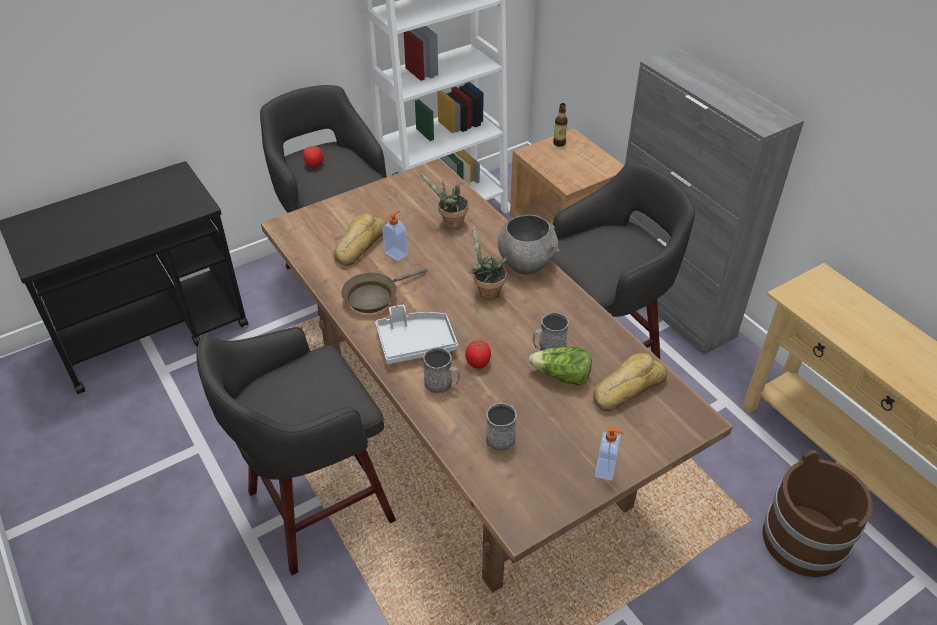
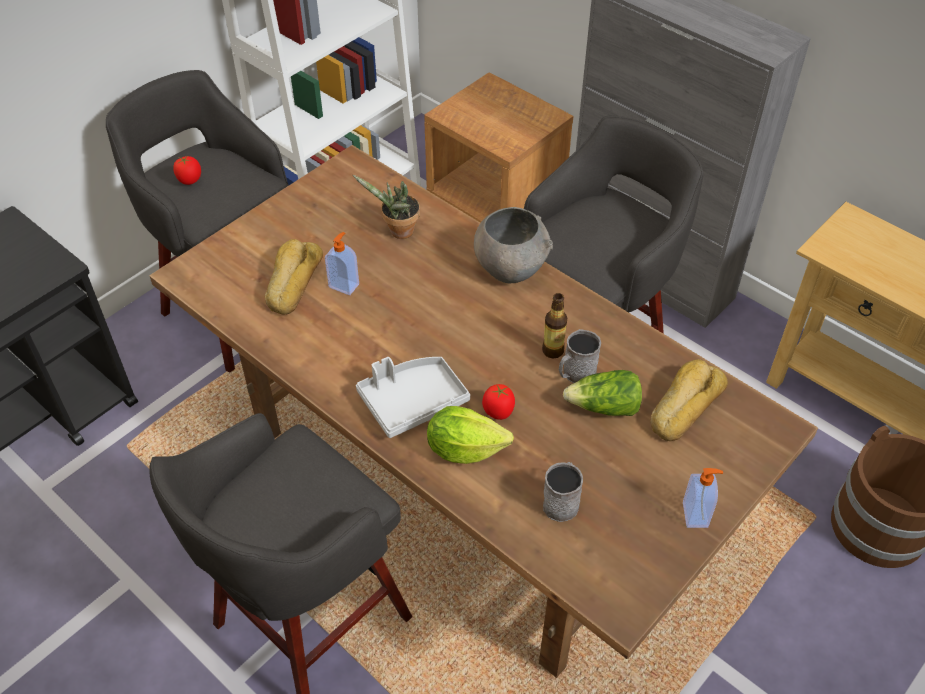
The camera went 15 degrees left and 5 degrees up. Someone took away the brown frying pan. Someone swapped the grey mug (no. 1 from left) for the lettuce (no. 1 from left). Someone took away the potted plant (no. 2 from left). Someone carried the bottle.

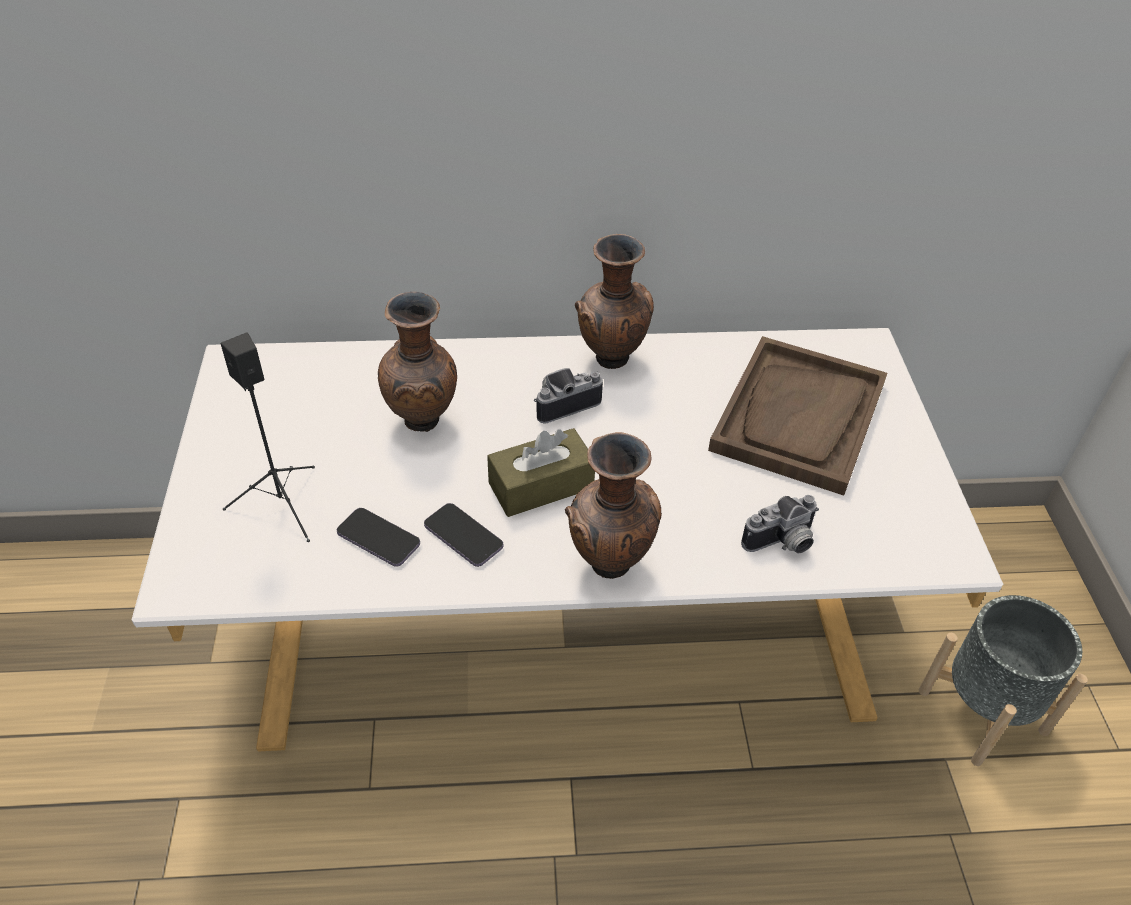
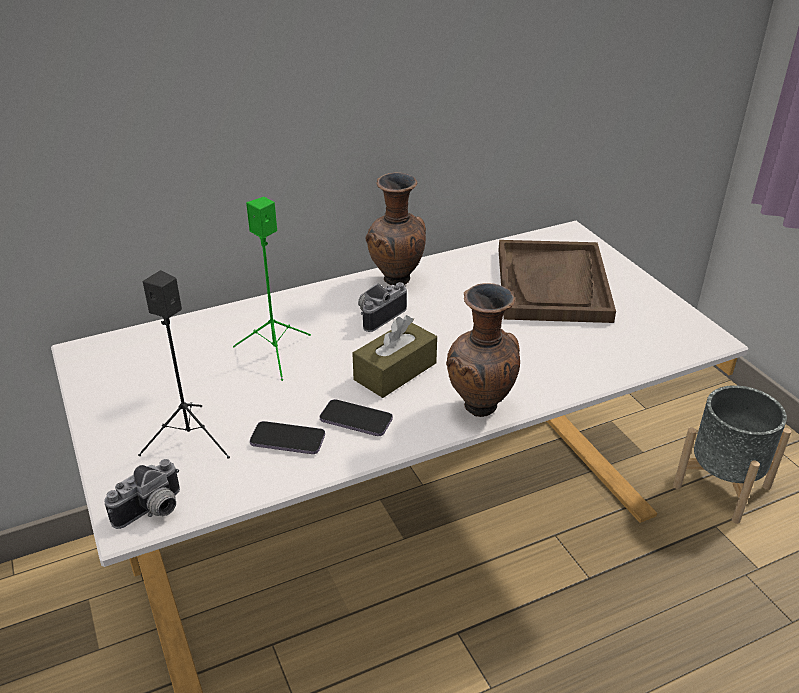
The camera went 20 degrees left and 10 degrees down. Someone swapped the brown vase (no. 1 from left) for the green speaker. Someone carried the photo camera (no. 2 from left in the first image).

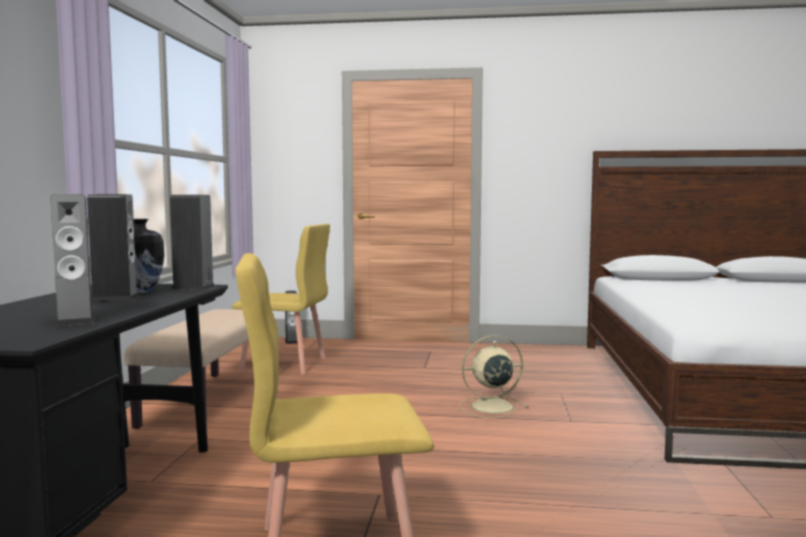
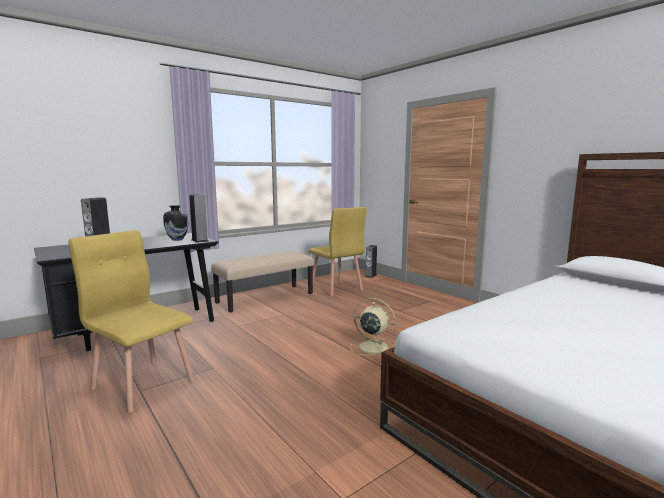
The camera went 45 degrees right and 5 degrees up. Someone took away the speaker (no. 2 from left).

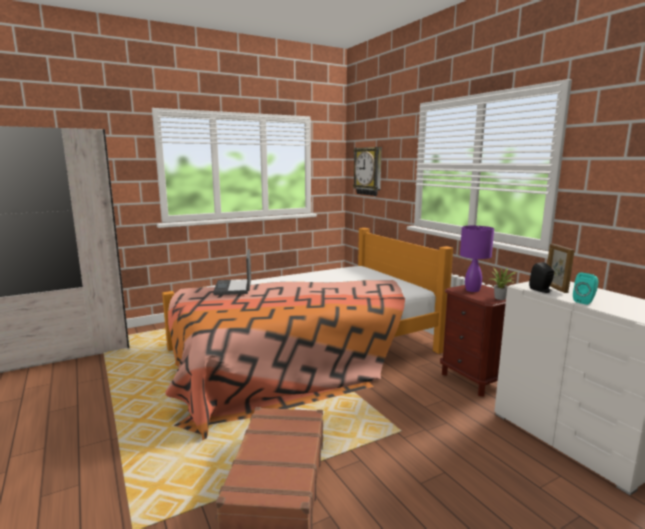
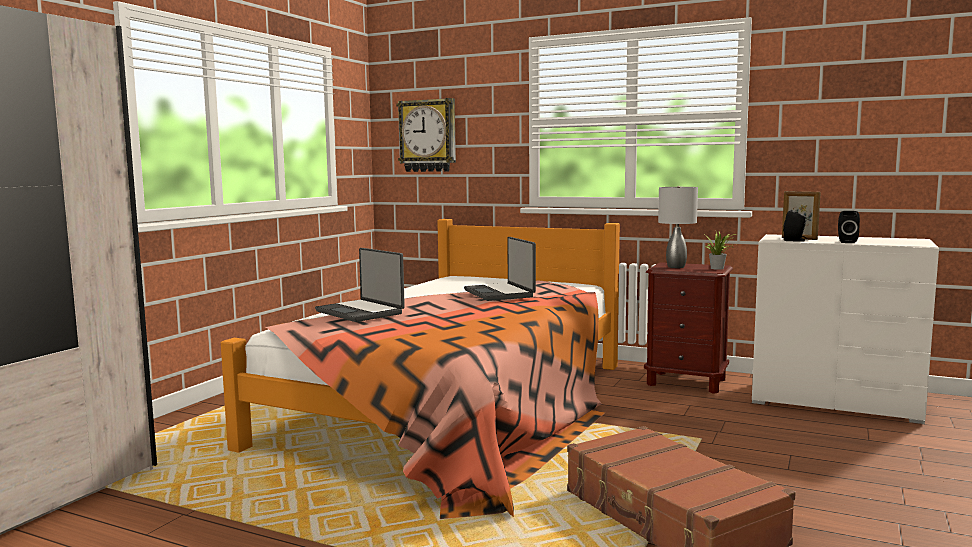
The camera went 35 degrees left and 5 degrees down. Someone repainted the purple table lamp, which became the grey table lamp. Someone repainted the turquoise speaker, which became the black speaker (no. 2 from left). Someone put down the laptop (no. 2 from left).

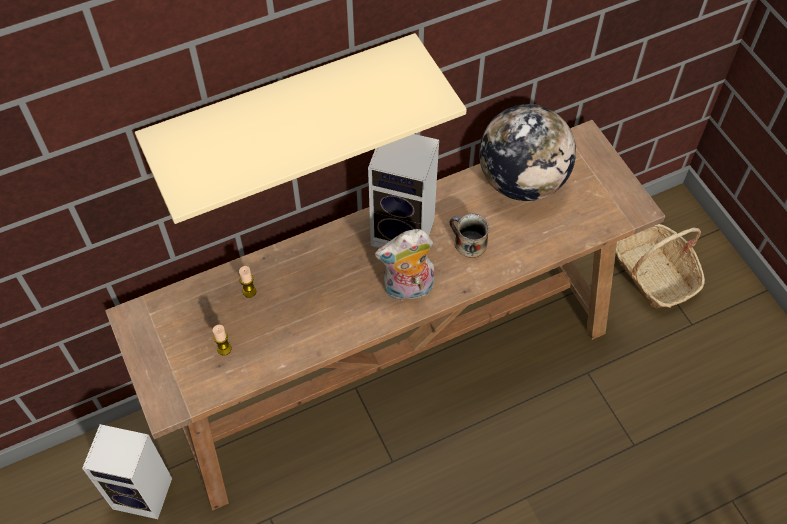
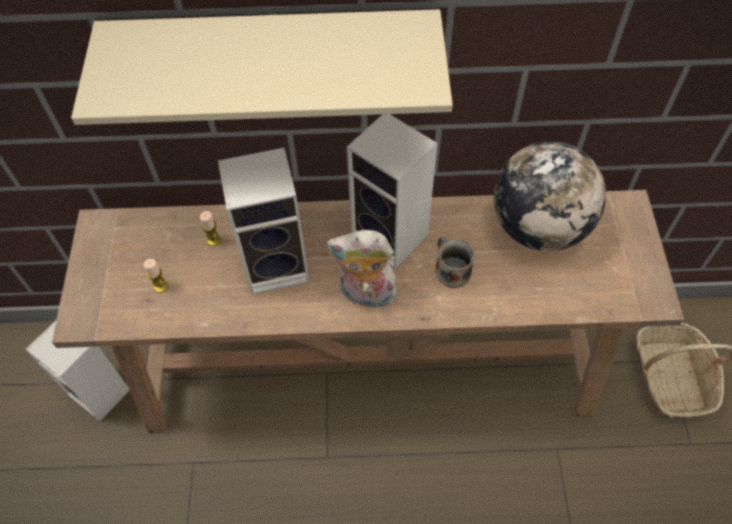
The camera went 25 degrees right and 0 degrees up. Someone put down the speaker (no. 2 from left).

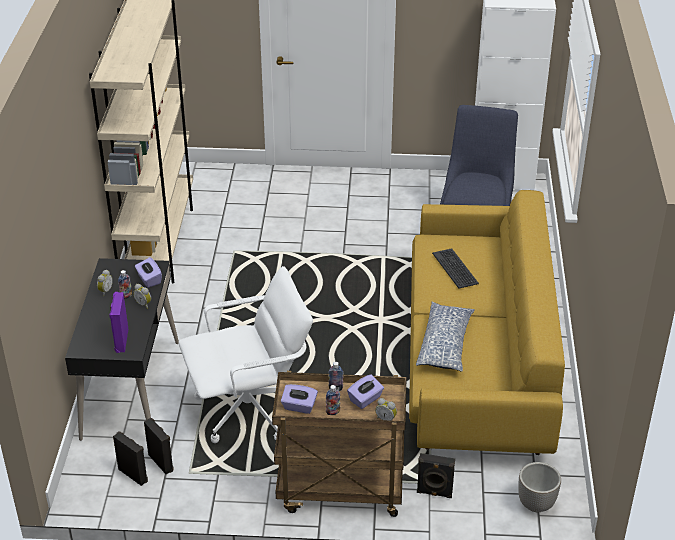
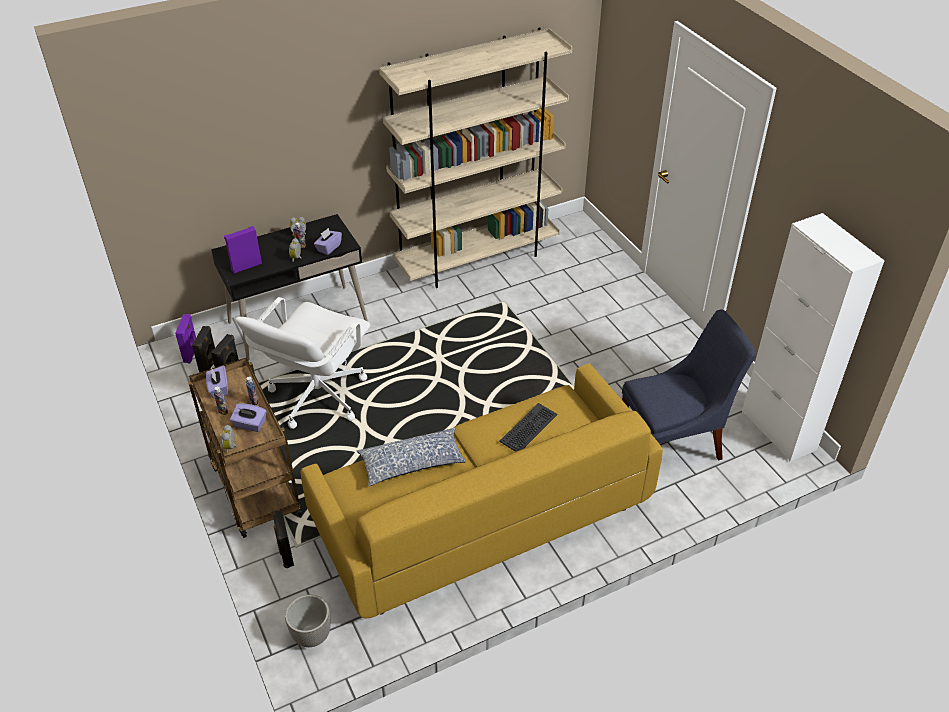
The camera went 60 degrees right and 5 degrees up. Someone rotated the white office chair by 75 degrees clockwise. Someone put down the purple speaker (no. 1 from left).

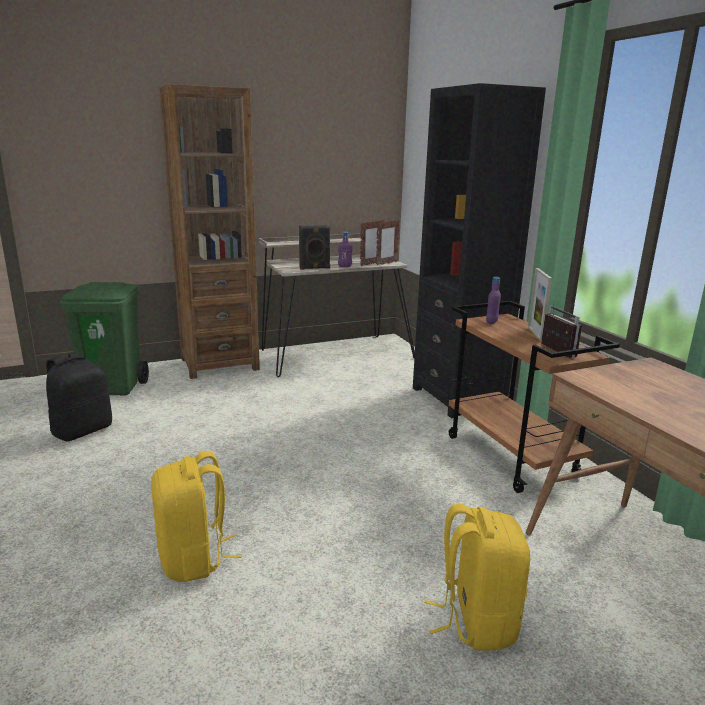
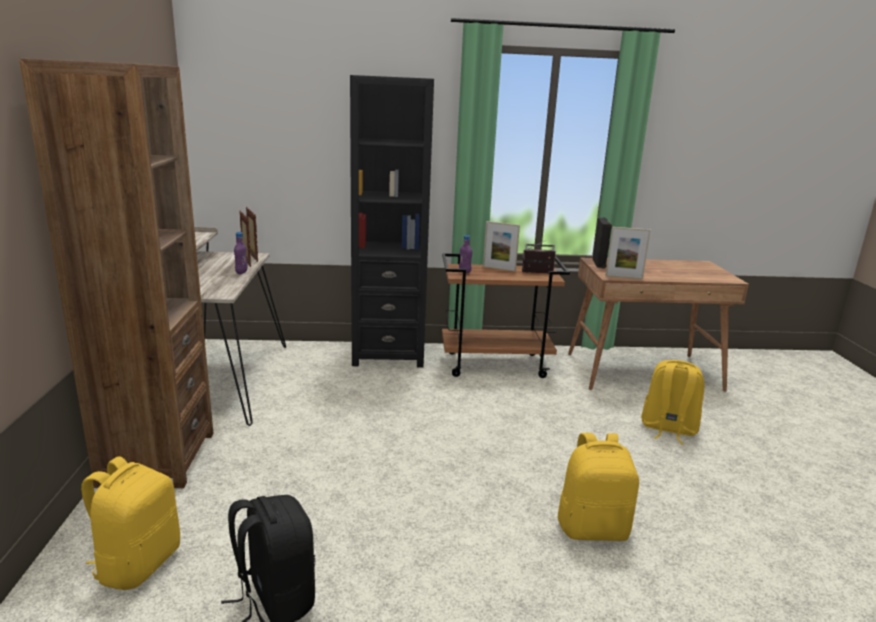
The camera went 70 degrees left and 0 degrees up. Someone swapped the green trash can for the yellow backpack (no. 1 from left). Someone carried the black speaker. Someone put down the picture frame (no. 4 from left).

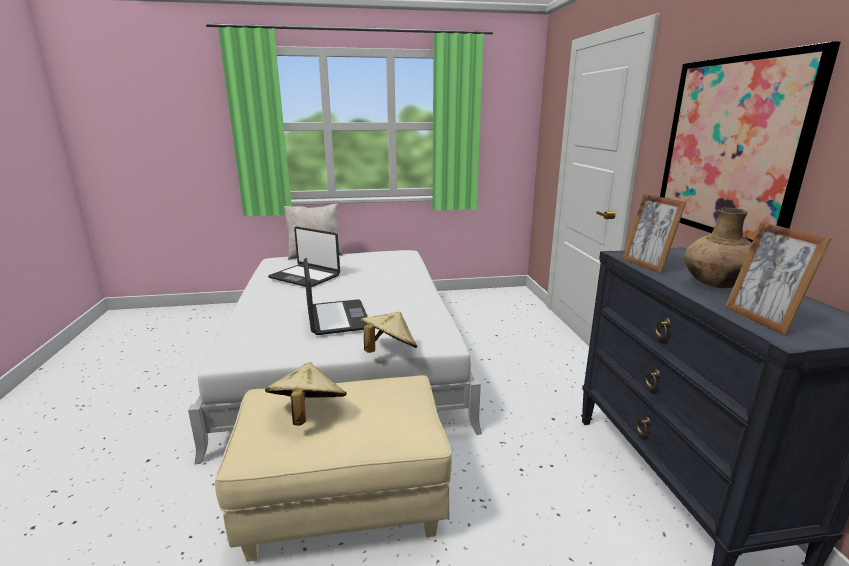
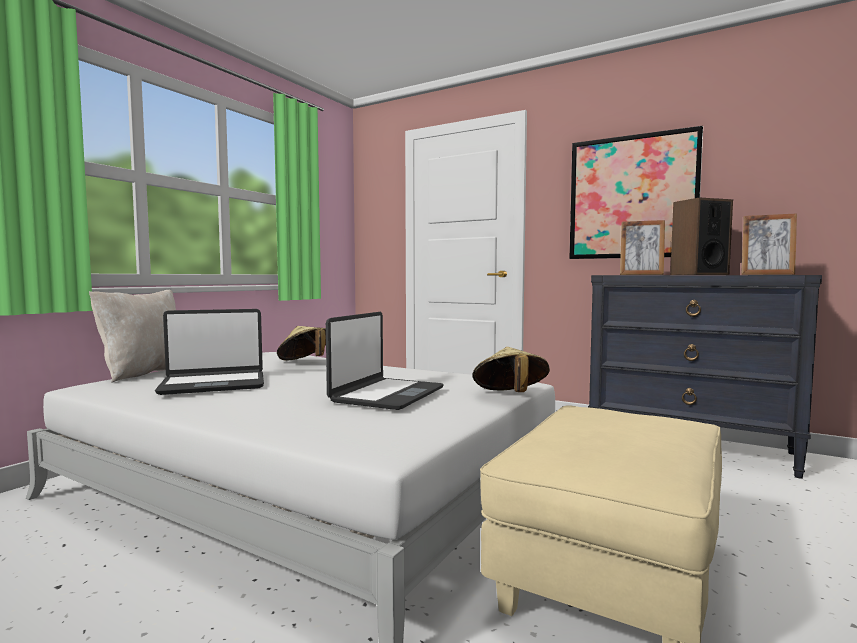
The camera went 50 degrees left and 15 degrees down. Someone carried the beige hat (no. 1 from left). Someone rotated the laptop (no. 2 from left) by 90 degrees clockwise. Someone swapped the brown vase for the speaker.

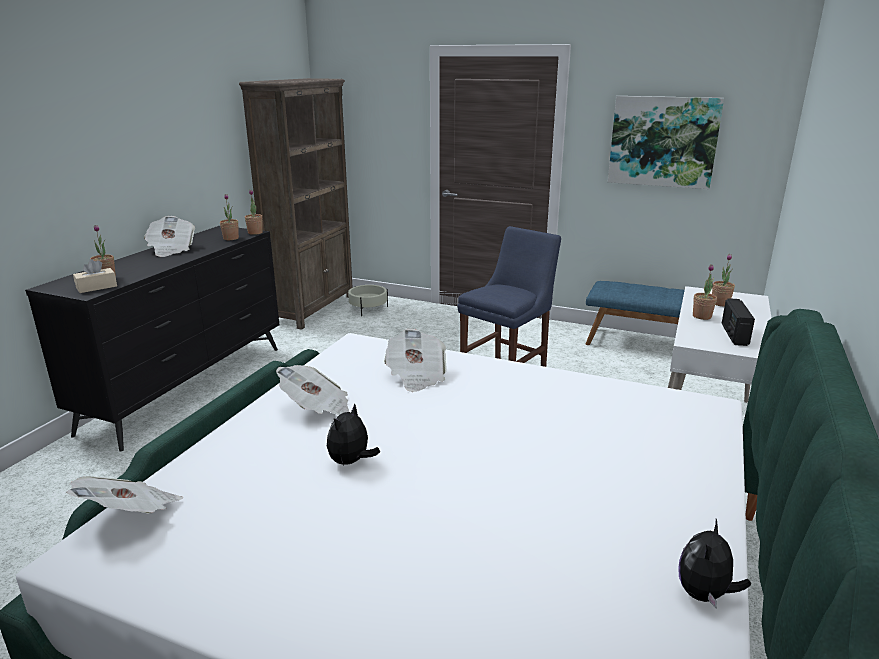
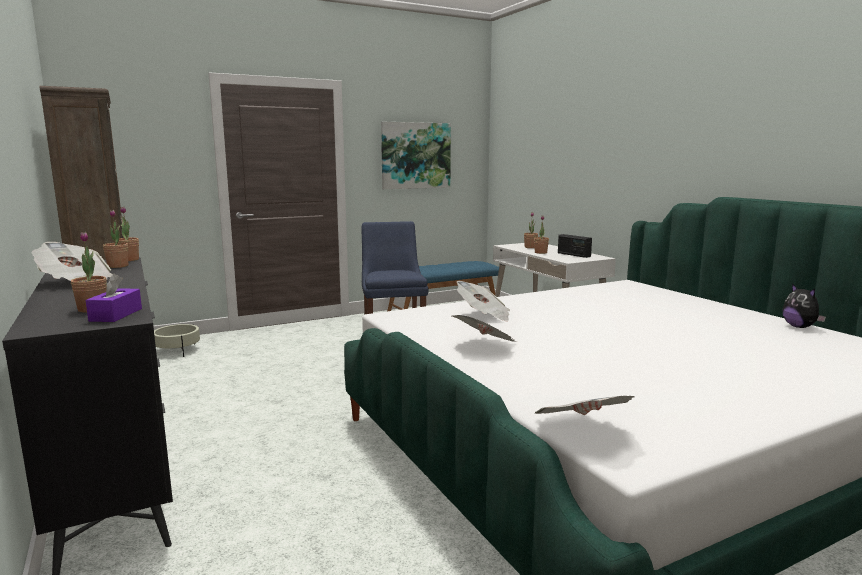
The camera went 50 degrees left and 10 degrees down. Someone repainted the beige tissue box, which became the purple tissue box. Someone took away the plush toy (no. 1 from left).

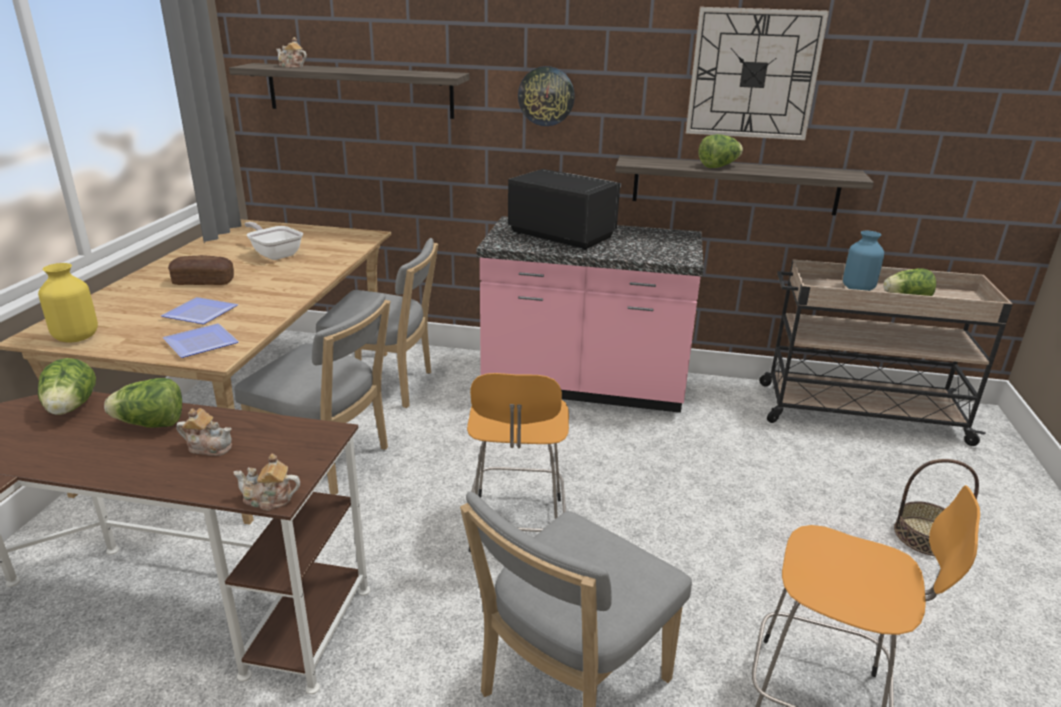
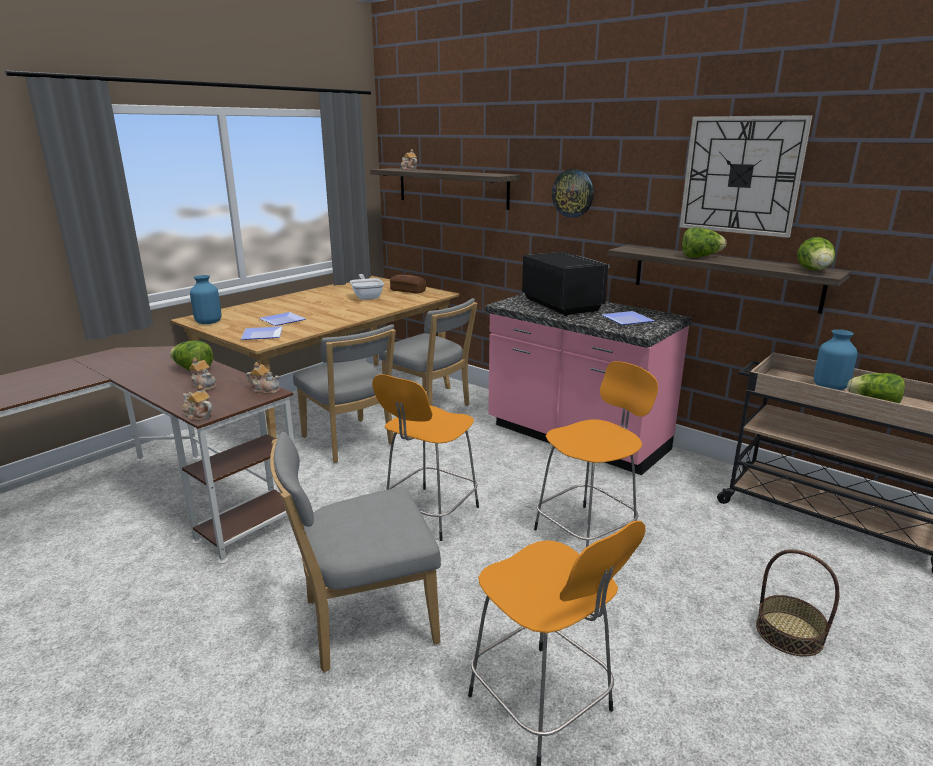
The camera went 30 degrees right and 5 degrees down. Someone repainted the yellow vase, which became the blue vase (no. 1 from left). Someone carried the lettuce (no. 1 from left in the first image). Someone carried the bread. Someone put down the teapot (no. 3 from left). Someone put down the orange stool (no. 3 from left). Someone put down the plate (no. 3 from left).

